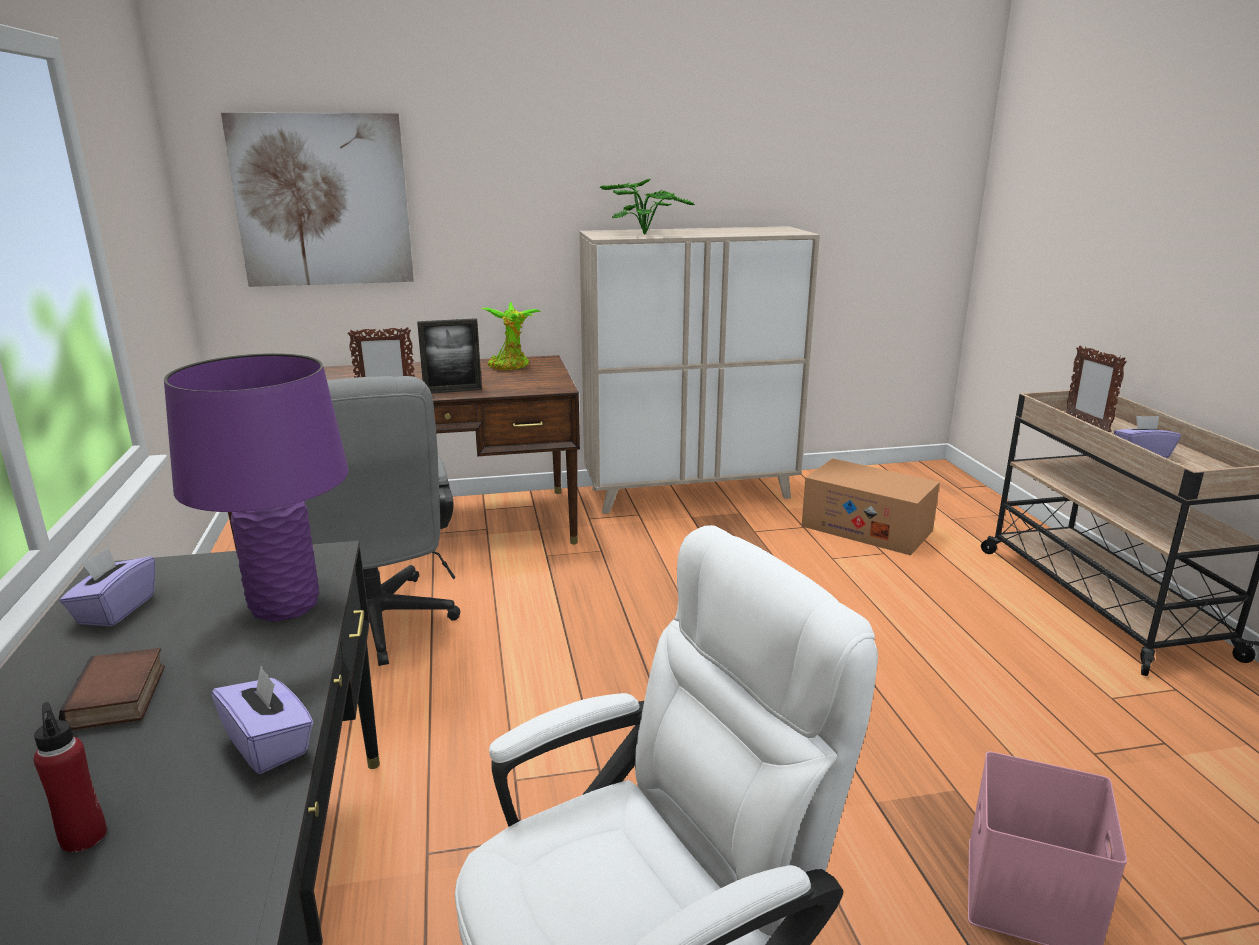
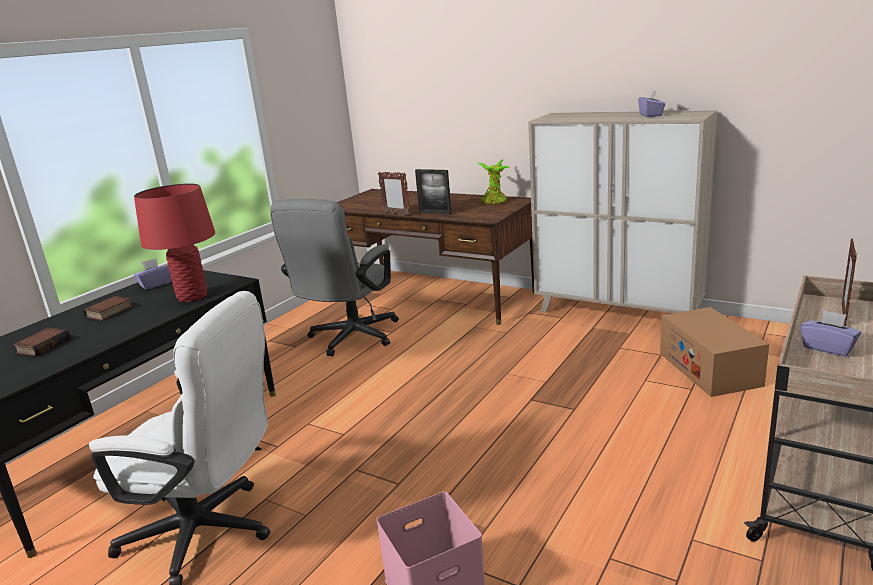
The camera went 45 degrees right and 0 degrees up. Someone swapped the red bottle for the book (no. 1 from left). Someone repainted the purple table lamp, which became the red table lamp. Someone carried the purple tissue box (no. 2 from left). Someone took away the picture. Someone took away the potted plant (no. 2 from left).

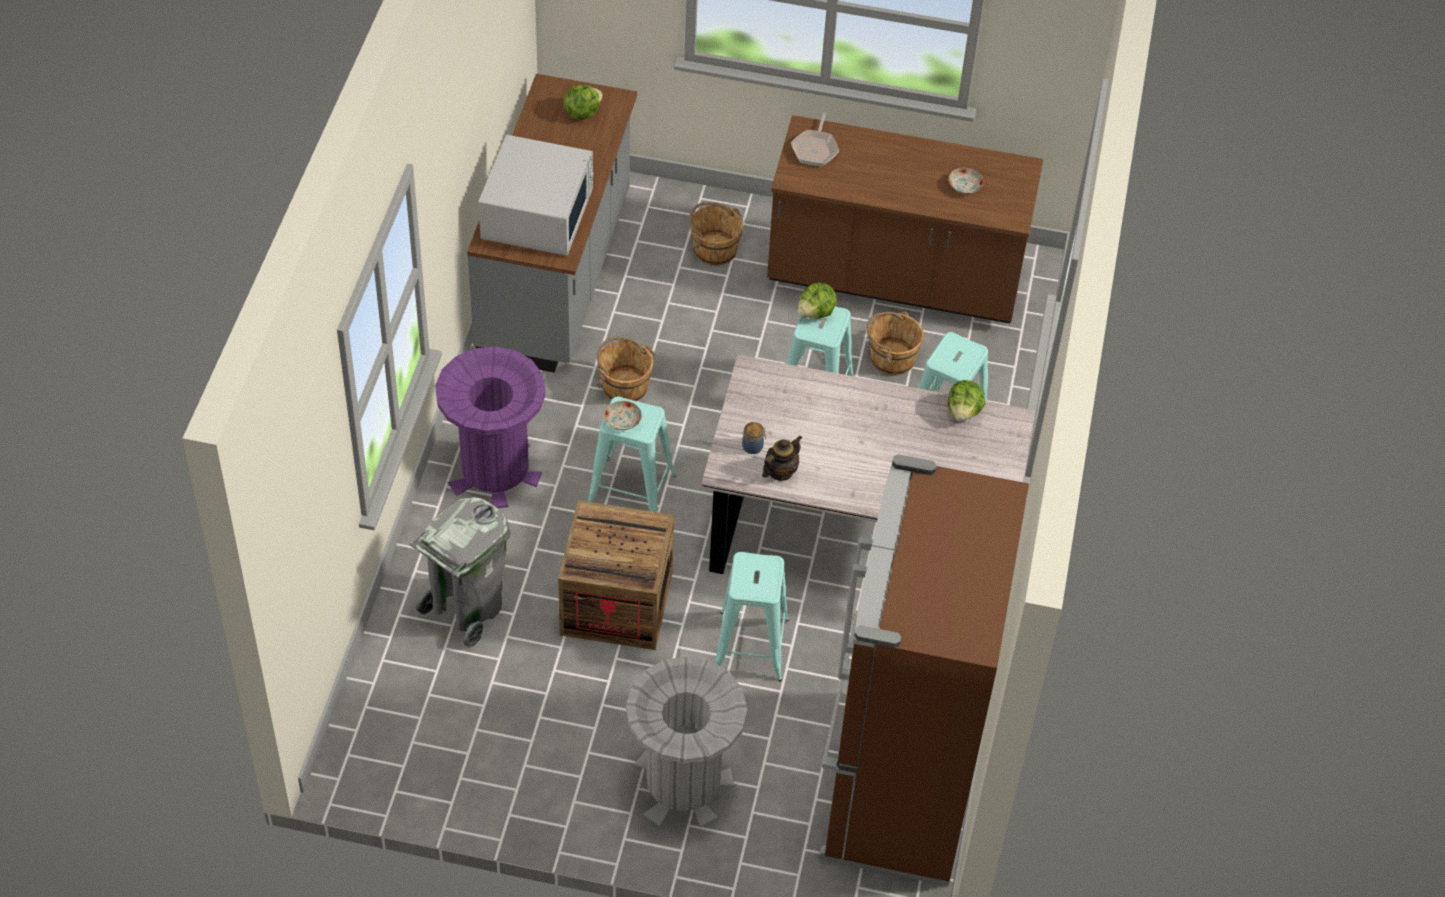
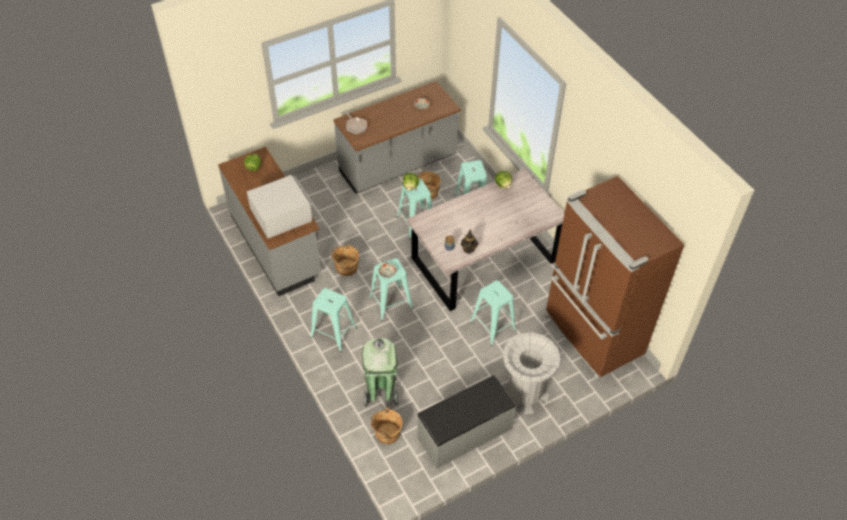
The camera went 40 degrees left and 0 degrees up. Someone repainted the grey trash can (no. 1 from left), which became the green trash can. Someone swapped the purple trash can for the turquoise stool (no. 1 from left). Someone rotated the white microwave by 90 degrees counterclockwise. Someone took away the crate. Someone carried the brown bucket (no. 2 from left). Someone repainted the brown counter, which became the grey counter (no. 2 from left). Someone put down the grey bench.

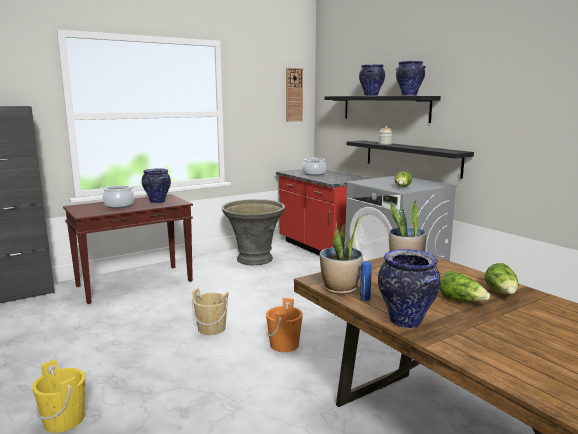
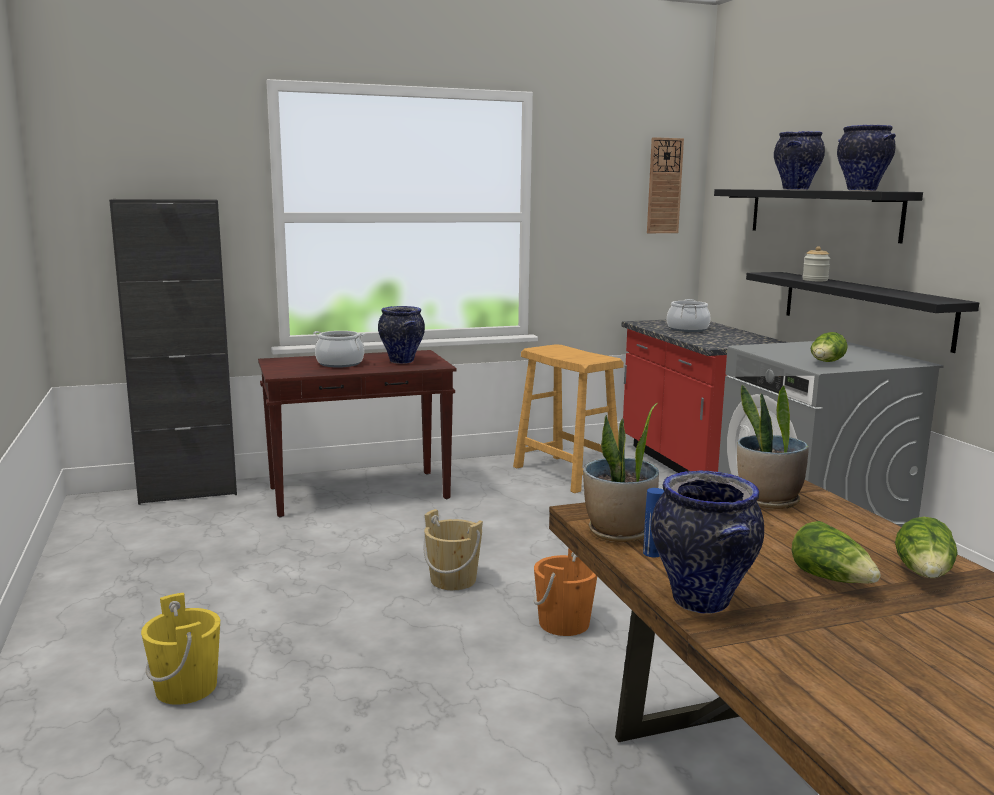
The camera went 15 degrees right and 0 degrees up. Someone swapped the grey planter for the beige stool.

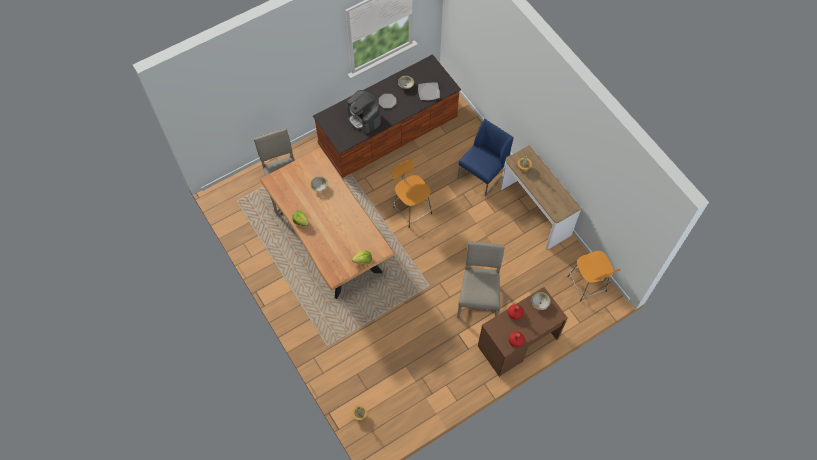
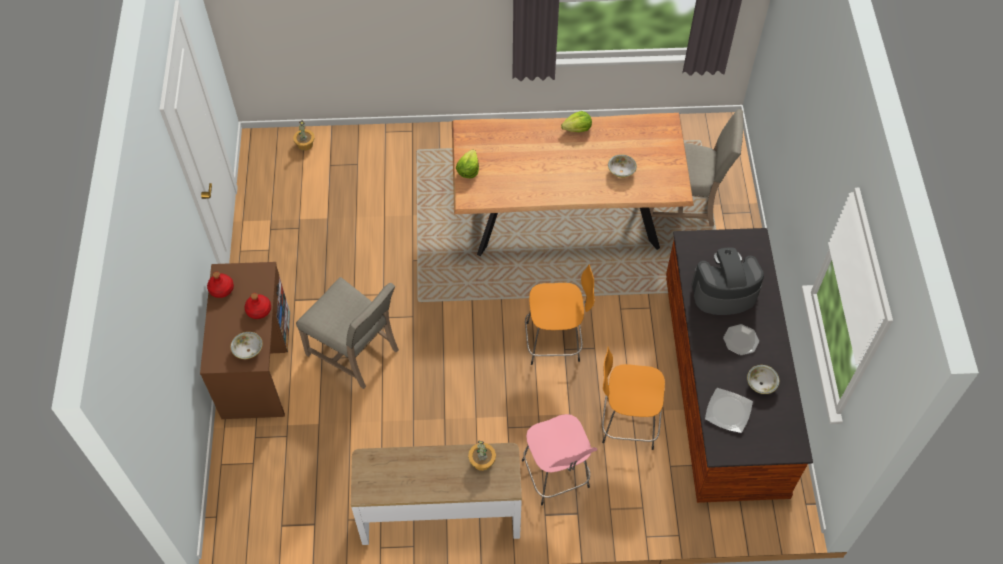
The camera went 120 degrees right and 5 degrees down. Someone swapped the blue chair for the pink stool. Someone carried the orange stool (no. 2 from left).

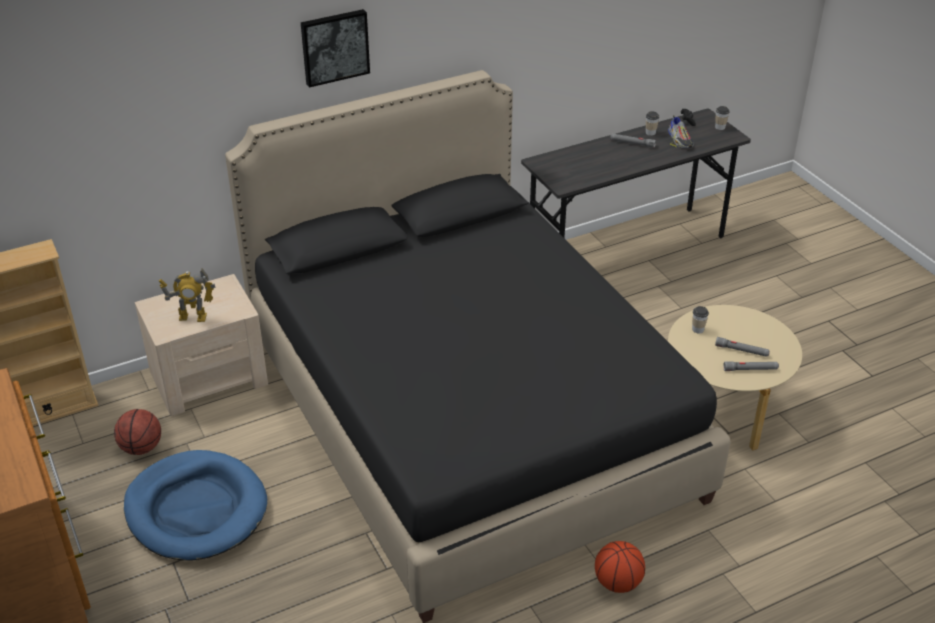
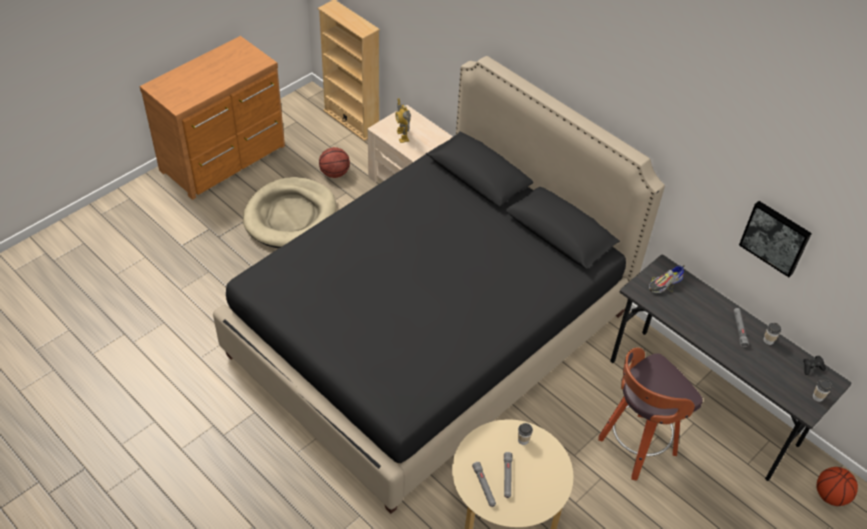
The camera went 70 degrees right and 10 degrees up. Someone repainted the blue dog bed, which became the beige dog bed. Someone carried the picture. Someone carried the basketball (no. 2 from left). Someone carried the shoe. Someone put down the stool.

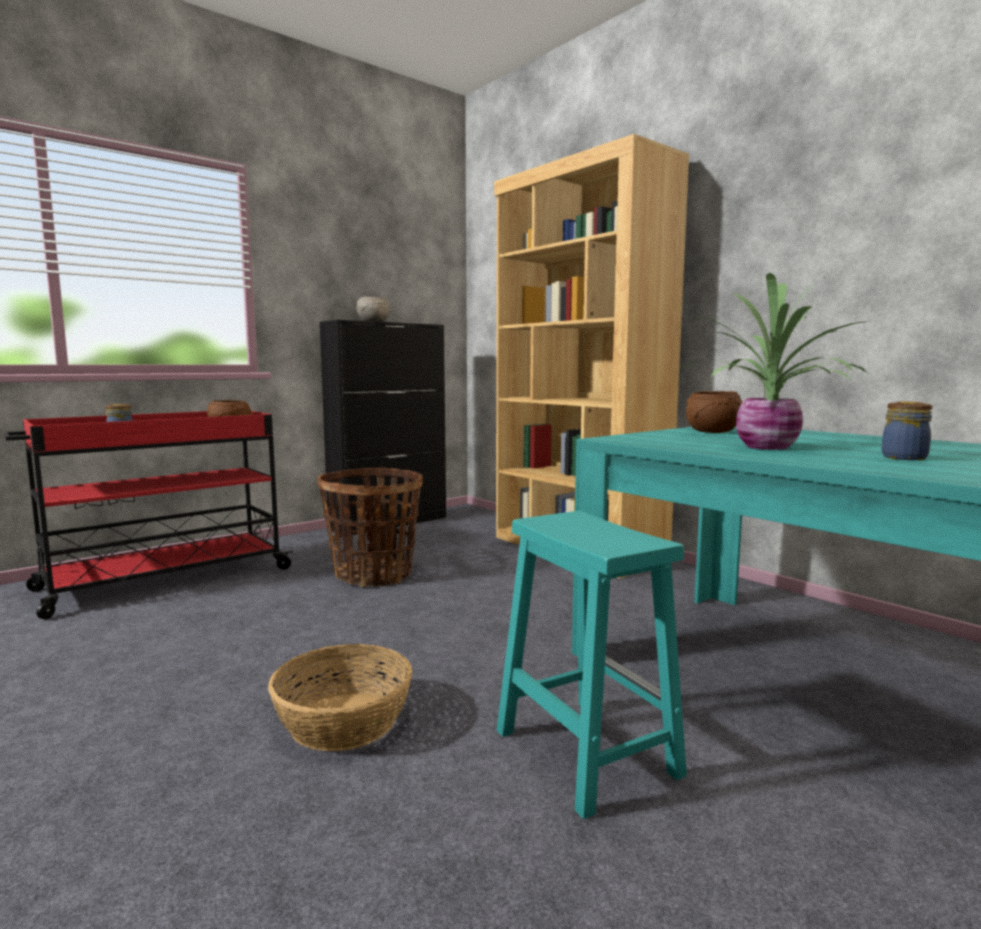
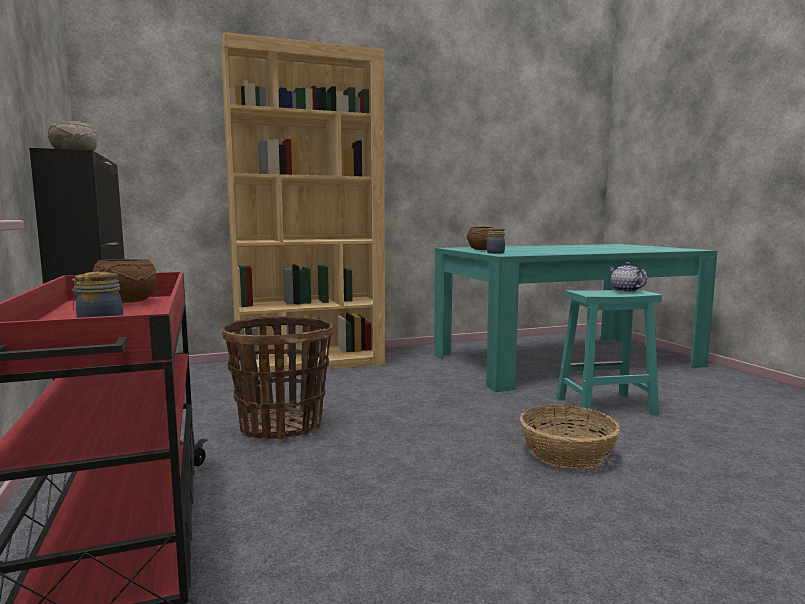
The camera went 70 degrees left and 0 degrees up. Someone took away the potted plant. Someone carried the jar (no. 2 from left). Someone put down the teapot.

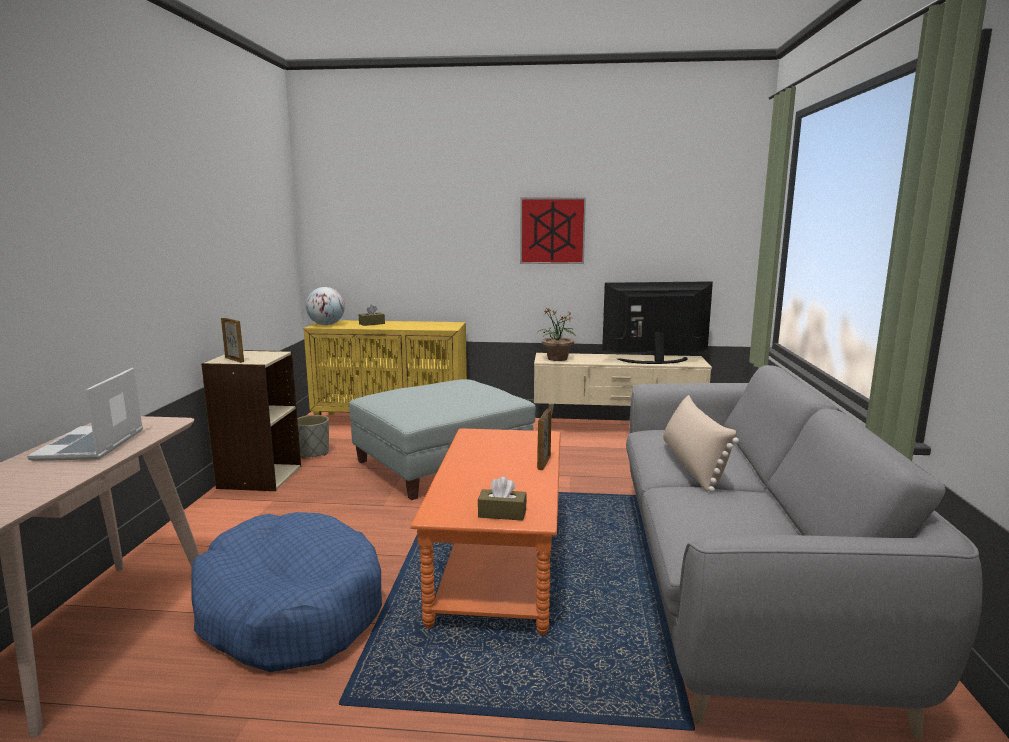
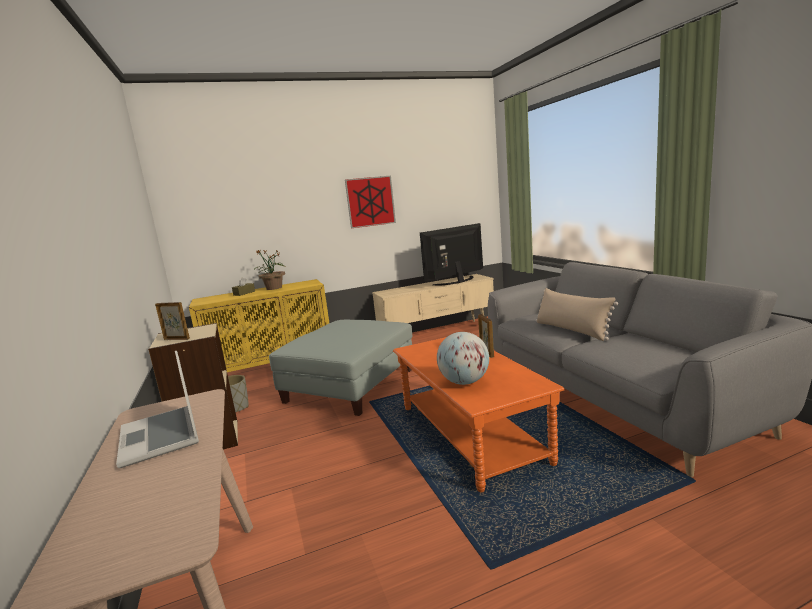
The camera went 25 degrees left and 0 degrees up. Someone took away the blue dog bed. Someone carried the globe. Someone took away the brown tissue box (no. 2 from left). Someone carried the potted plant.

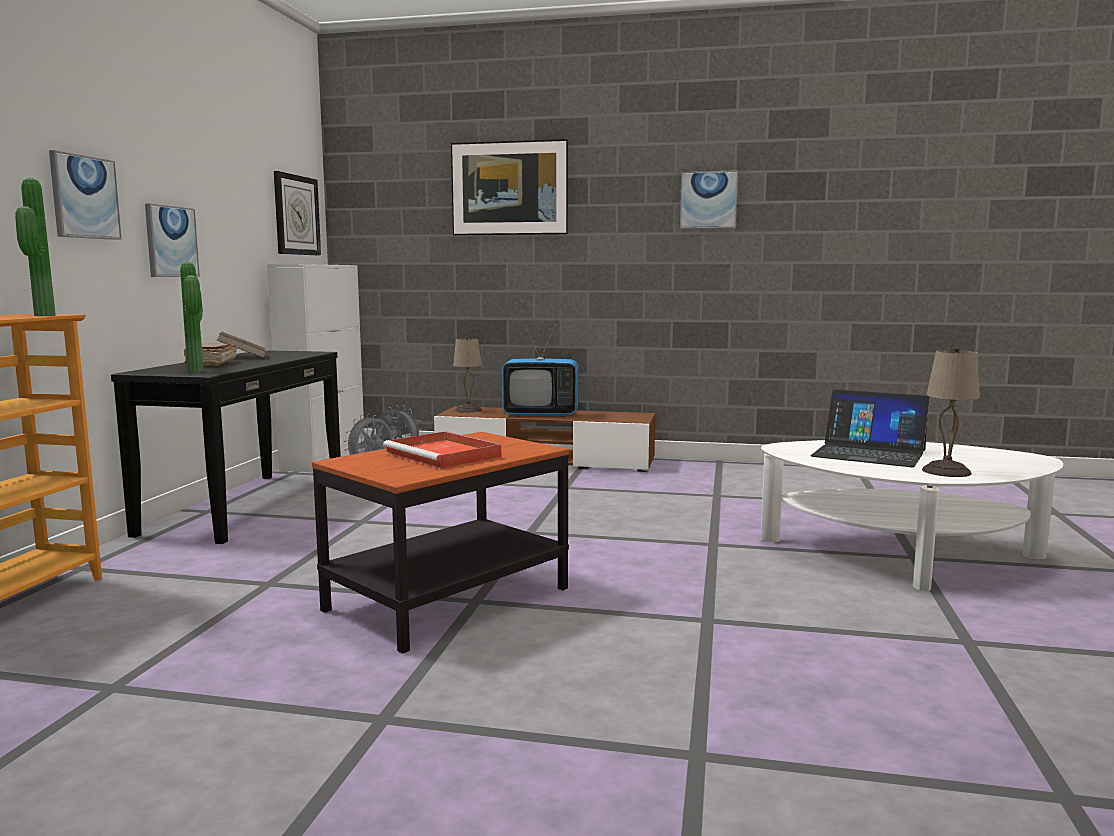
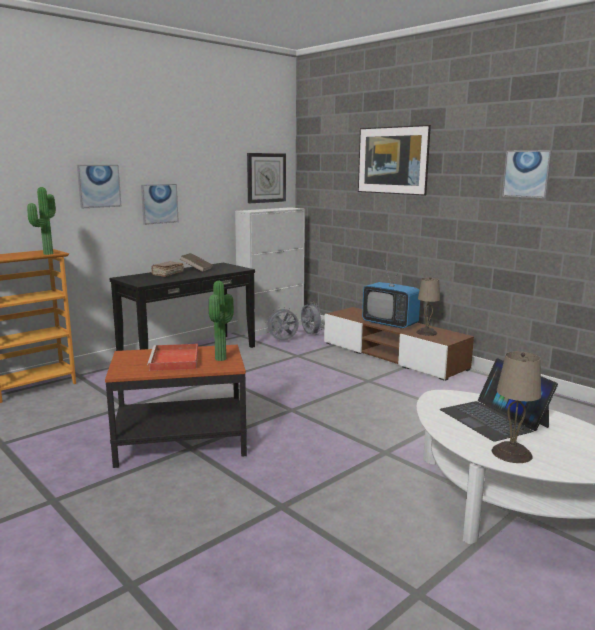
The camera went 35 degrees right and 5 degrees up. Someone carried the potted plant (no. 2 from left). Someone carried the beige table lamp (no. 1 from left).

